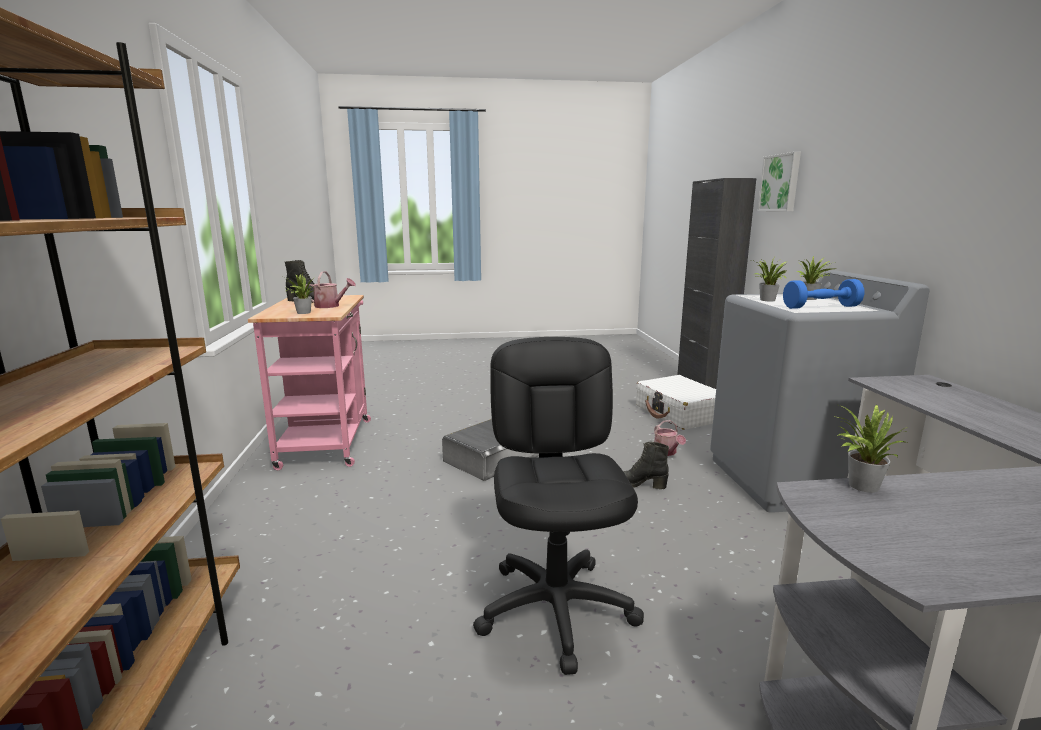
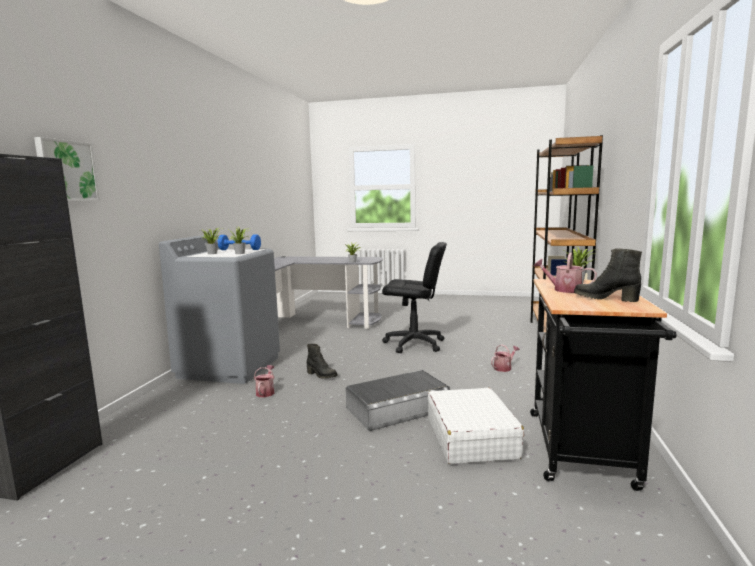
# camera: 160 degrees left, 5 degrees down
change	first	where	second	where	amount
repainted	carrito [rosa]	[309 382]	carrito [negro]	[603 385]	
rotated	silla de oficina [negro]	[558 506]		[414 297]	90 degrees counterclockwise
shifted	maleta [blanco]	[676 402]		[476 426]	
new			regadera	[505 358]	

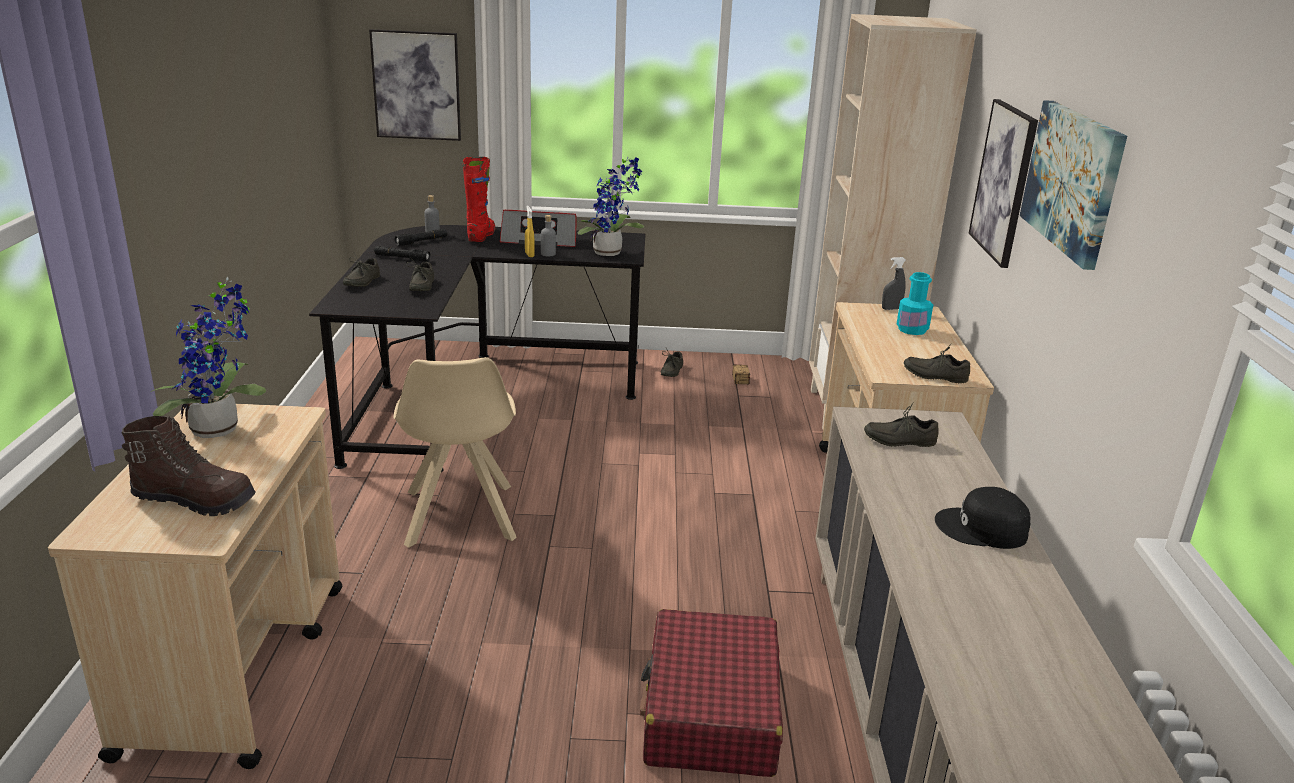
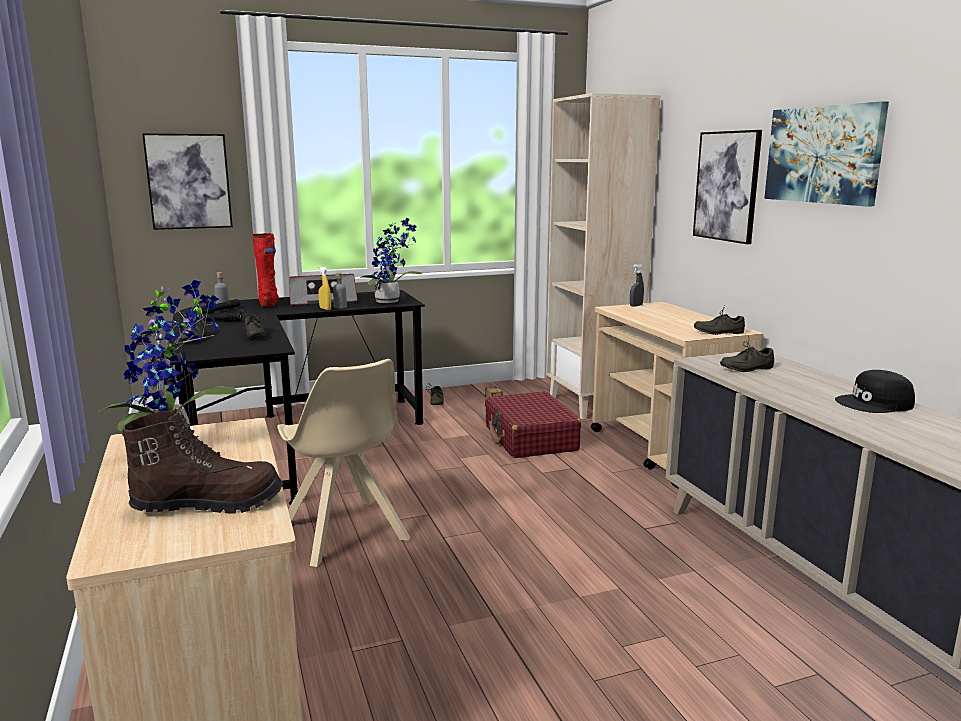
# camera: 20 degrees left, 10 degrees down
change	first	where	second	where	amount
gone	botella [turquesa]	[915 303]			
shifted	maleta [rojo]	[711 693]		[533 424]	

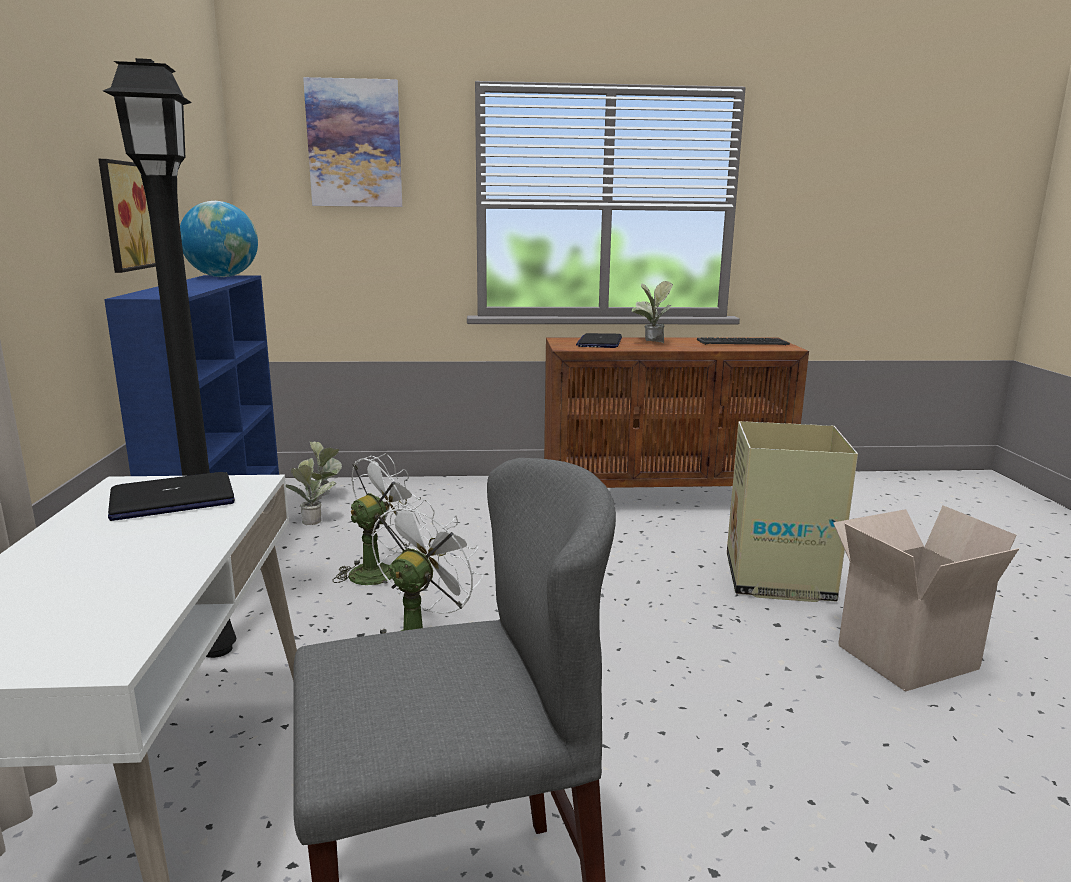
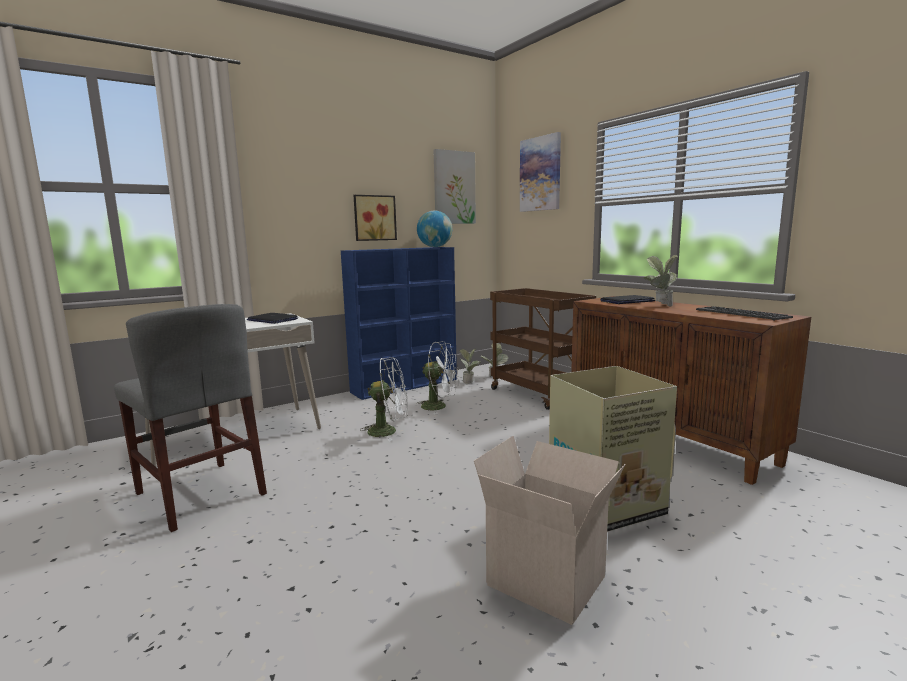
# camera: 60 degrees right, 5 degrees down
change	first	where	second	where	amount
gone	lámpara de pie [negro]	[169 358]			
new			cuadro	[455 186]	
new			carrito [marrón]	[543 349]	

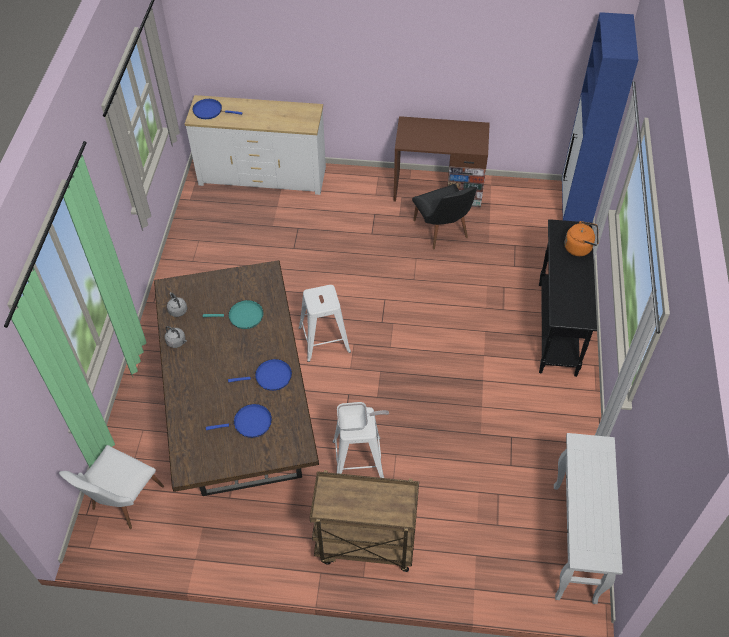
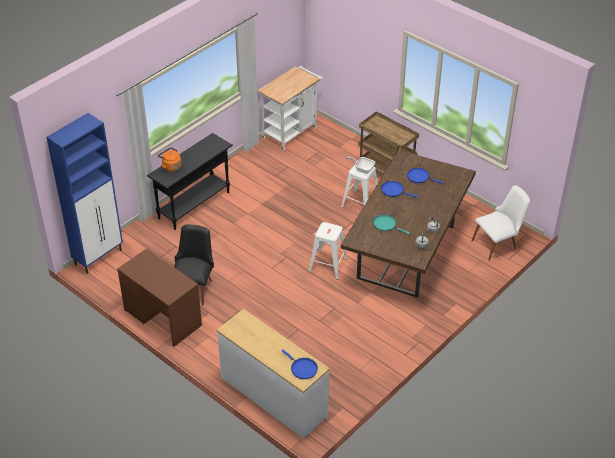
# camera: 145 degrees left, 10 degrees down
change	first	where	second	where	amount
swapped	mesa consola [blanco]	[588 518]	carrito [blanco]	[291 108]	

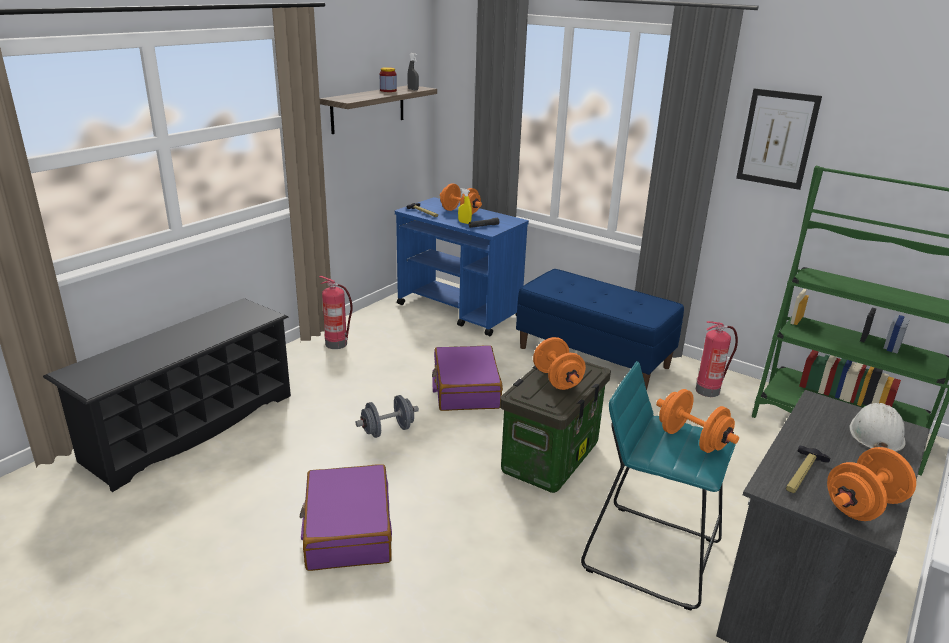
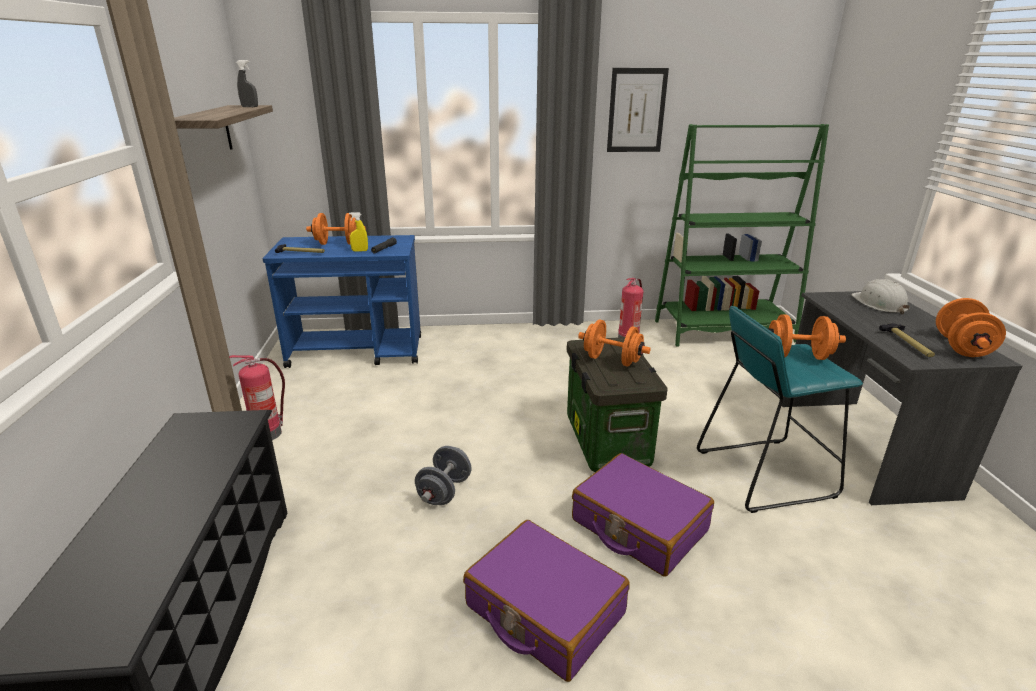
# camera: 40 degrees left, 0 degrees up
change	first	where	second	where	amount
gone	tarro	[388 79]			
gone	banco [azul]	[600 330]			
shifted	maleta [morado]	[467 378]		[643 515]	

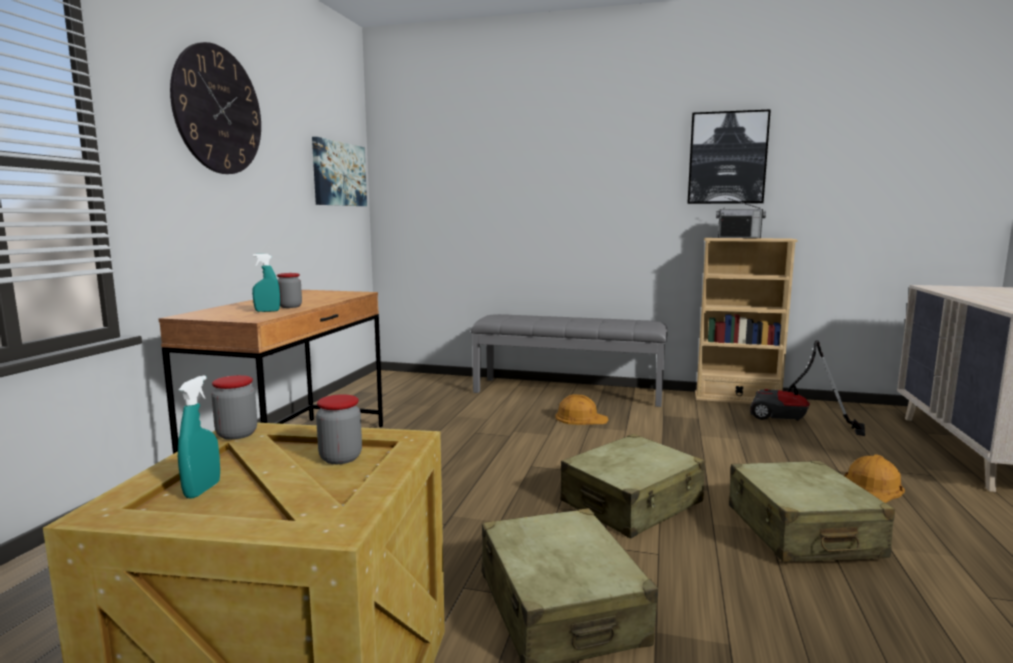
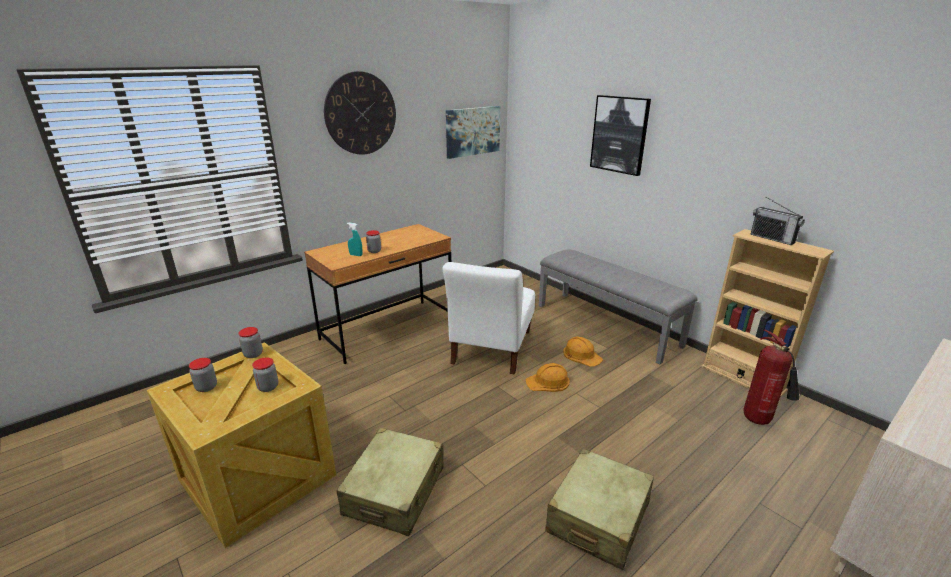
# camera: 35 degrees right, 15 degrees up
change	first	where	second	where	amount
shifted	cuadro	[729 156]		[620 135]	
swapped	aspiradora	[807 388]	extintor	[771 377]	
swapped	pulverizador [turquesa]	[199 437]	tarro	[203 375]	
gone	maleta [beis]	[632 486]			
shifted	casco [naranja]	[874 478]		[548 377]	
new			silla [blanco]	[488 318]	

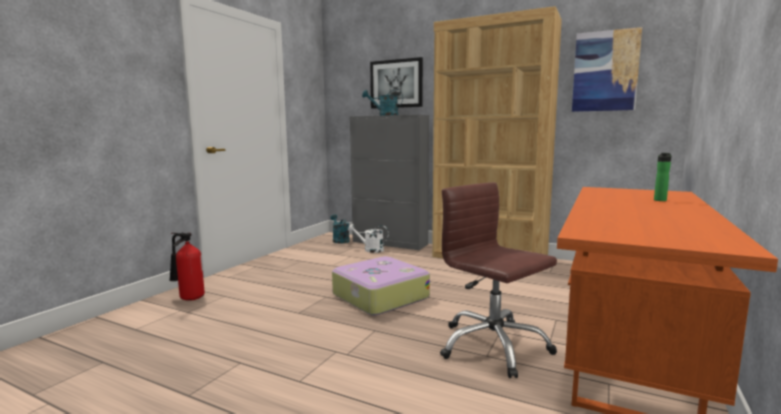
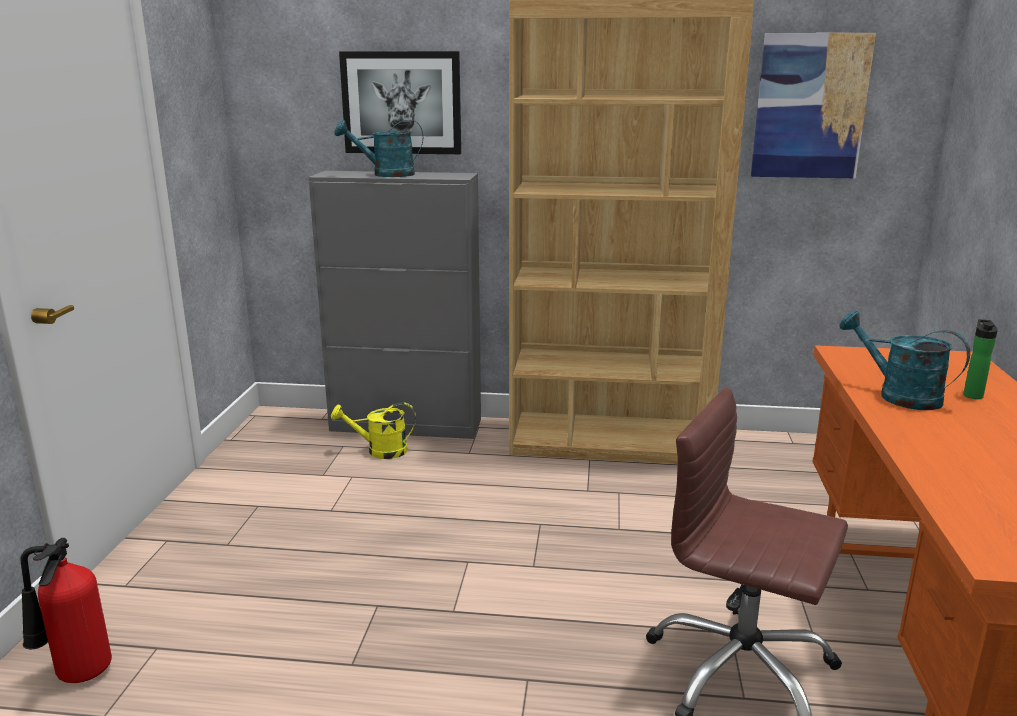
# camera: 20 degrees left, 10 degrees up
change	first	where	second	where	amount
shifted	regadera [turquesa]	[340 228]		[904 360]	
repainted	regadera [blanco]	[368 238]	regadera [amarillo]	[373 430]	
gone	maleta	[381 285]			

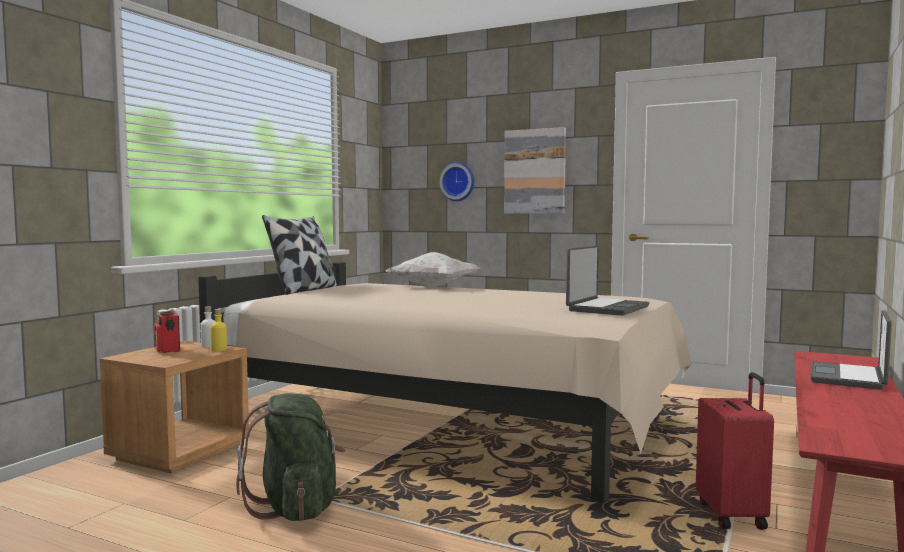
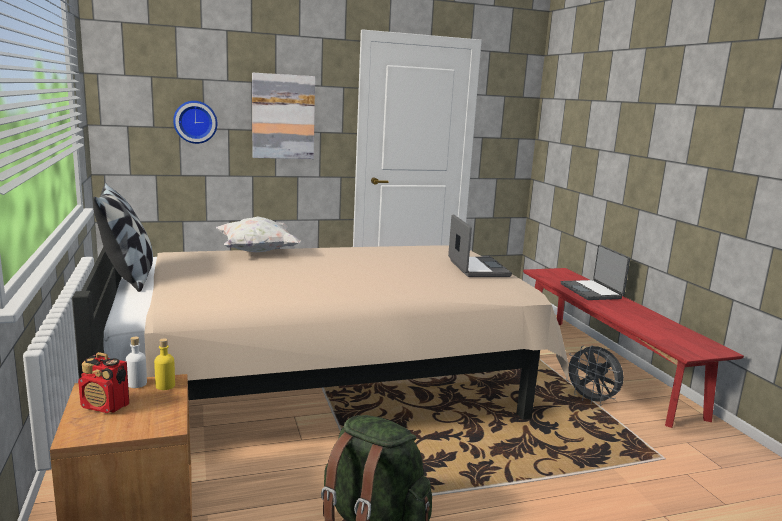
# camera: 45 degrees left, 10 degrees up
change	first	where	second	where	amount
swapped	maleta [rojo]	[735 451]	ventilador [gris]	[595 375]	

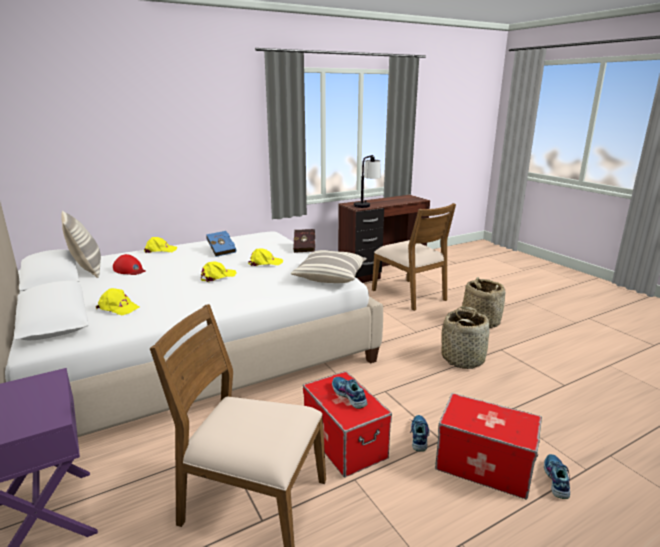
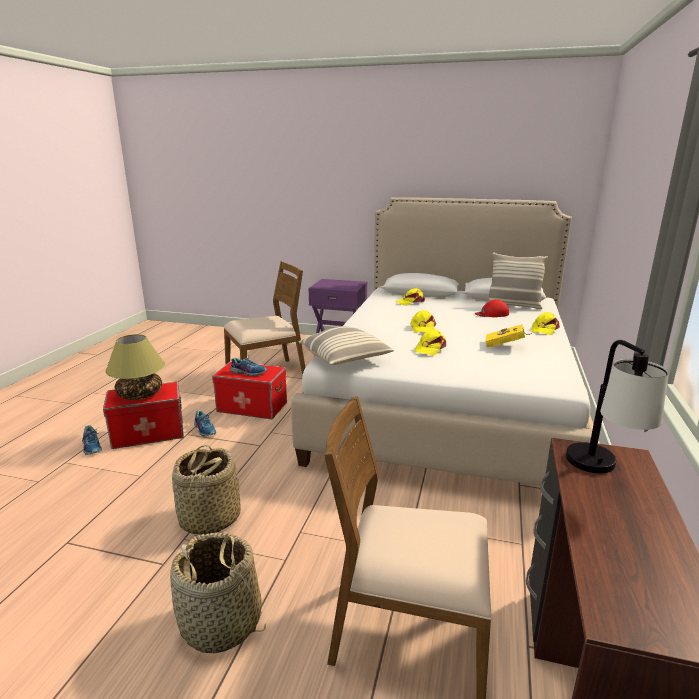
# camera: 135 degrees right, 0 degrees up
change	first	where	second	where	amount
gone	libro [rojo]	[304 241]			
repainted	libro [azul]	[221 244]	libro [amarillo]	[508 336]	
new			lámpara de mesa	[135 367]	

